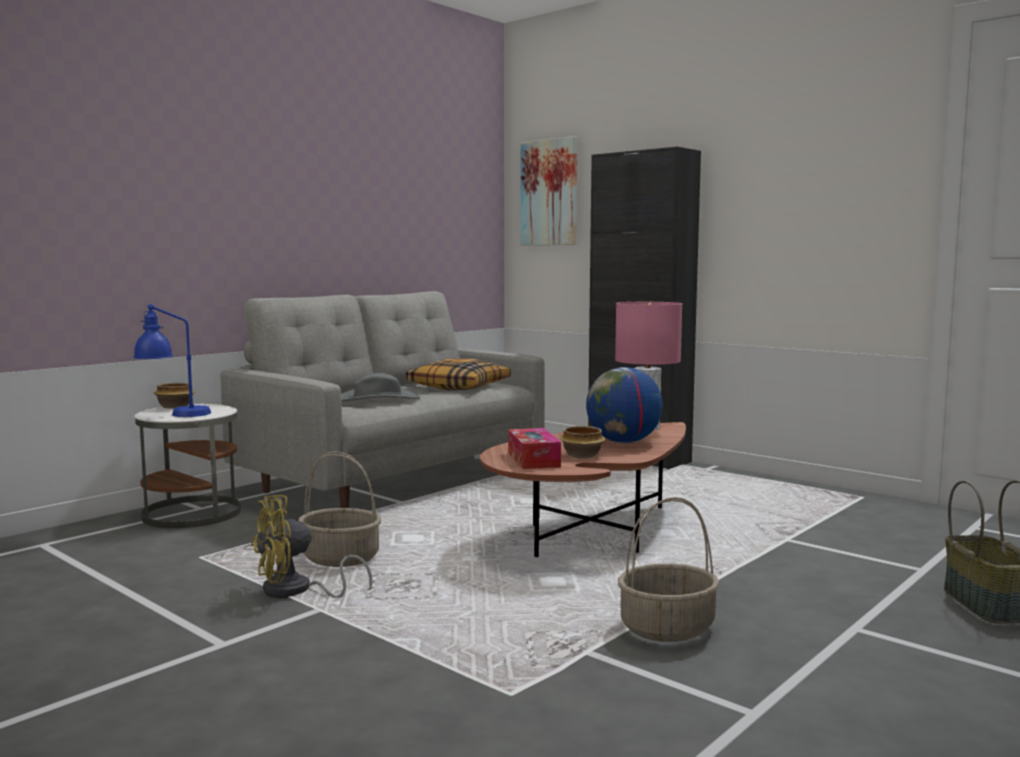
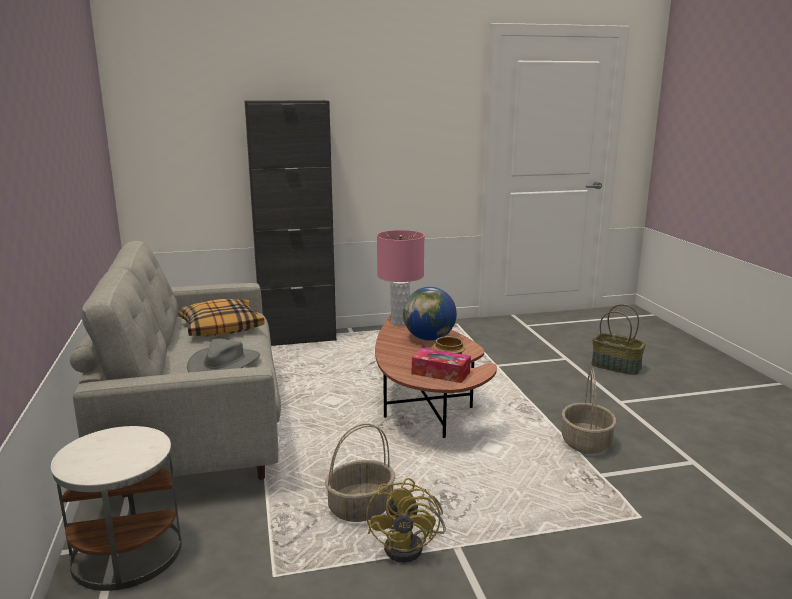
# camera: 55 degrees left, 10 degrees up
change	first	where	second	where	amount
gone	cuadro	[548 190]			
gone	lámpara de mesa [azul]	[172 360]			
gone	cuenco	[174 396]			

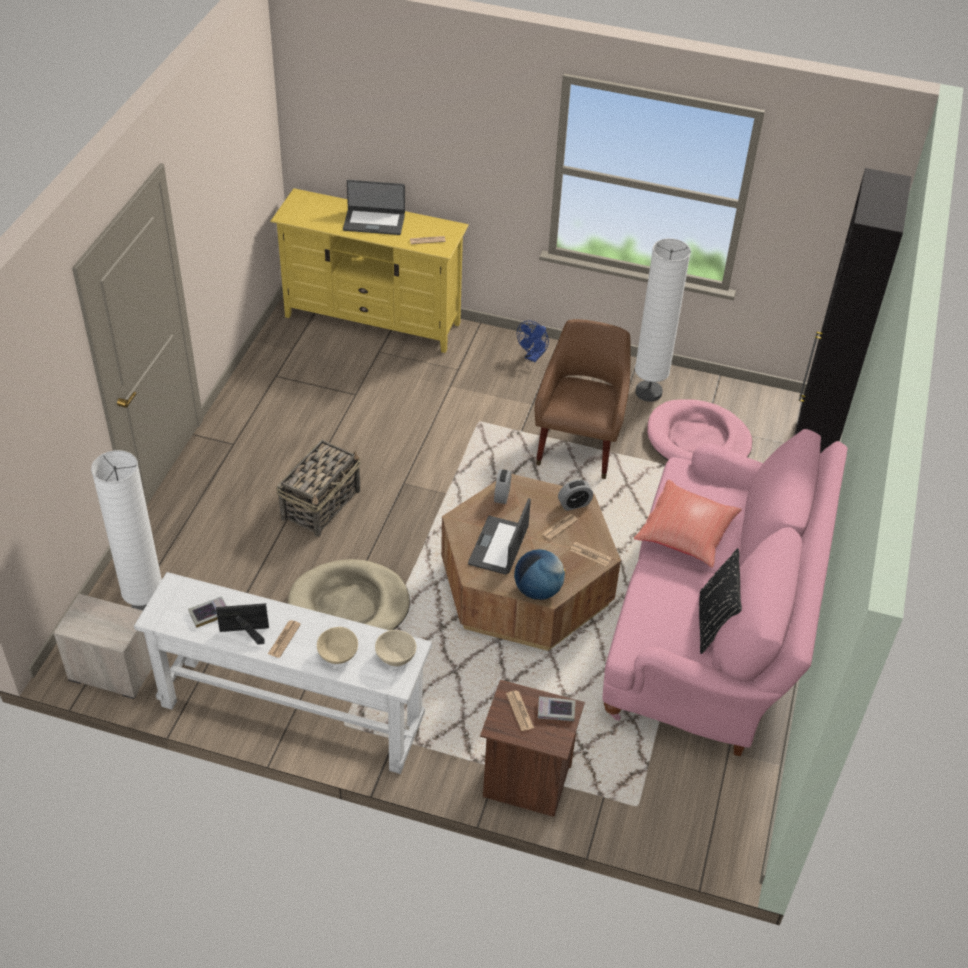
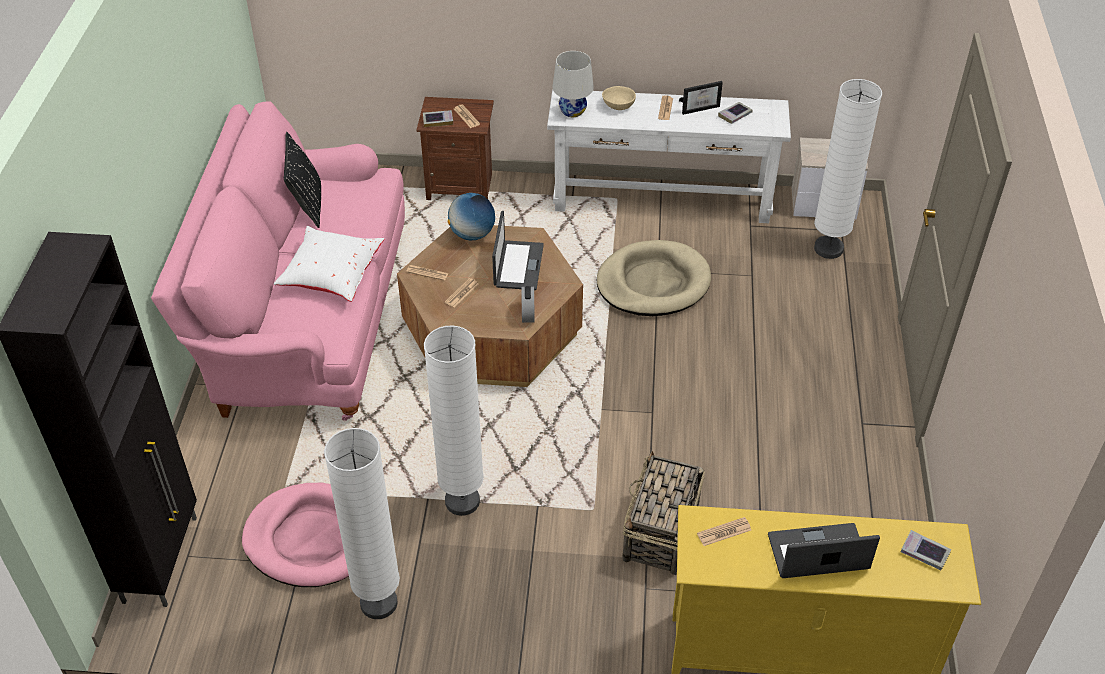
# camera: 170 degrees right, 0 degrees up
change	first	where	second	where	amount
swapped	sillón [marrón]	[583 399]	lámpara de pie [blanco]	[454 421]	
gone	ventilador [azul]	[533 341]			
shifted	cesta	[318 488]		[663 513]	
gone	despertador	[575 495]			
repainted	cojín [rojo]	[688 524]	cojín [blanco]	[329 264]	
swapped	cuenco [beis]	[396 648]	lámpara de mesa [blanco]	[573 84]	
new			libro	[926 550]	

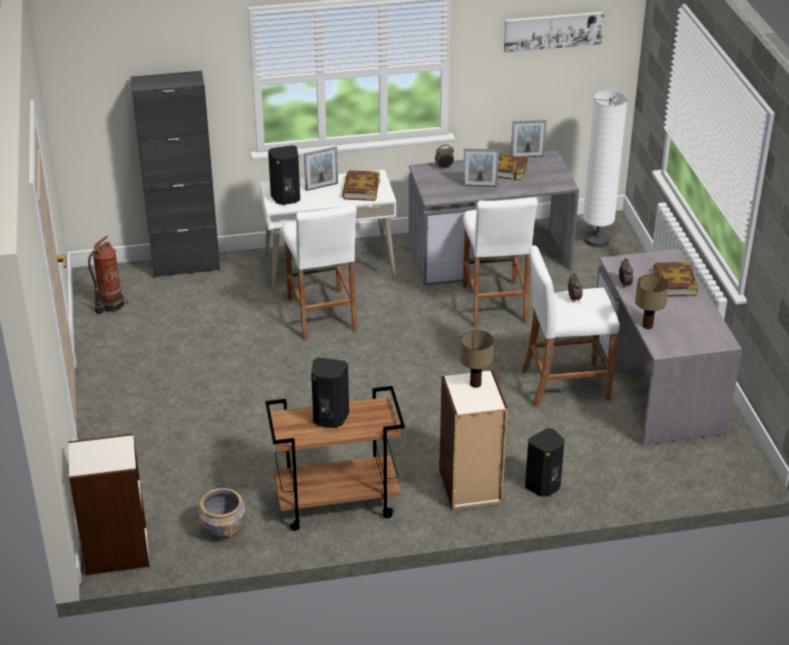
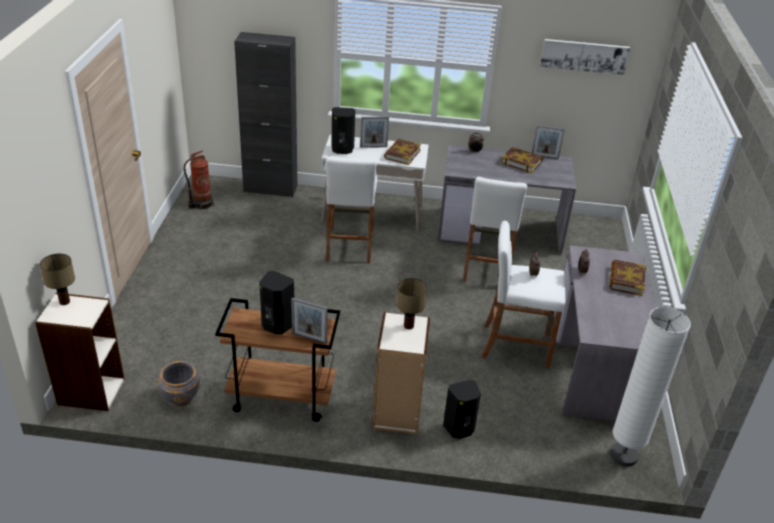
# camera: 15 degrees right, 0 degrees up
change	first	where	second	where	amount
shifted	lámpara de pie [blanco]	[605 168]		[650 387]	
shifted	portarretratos	[481 167]		[309 321]	
shifted	lámpara de mesa	[652 301]		[57 279]	

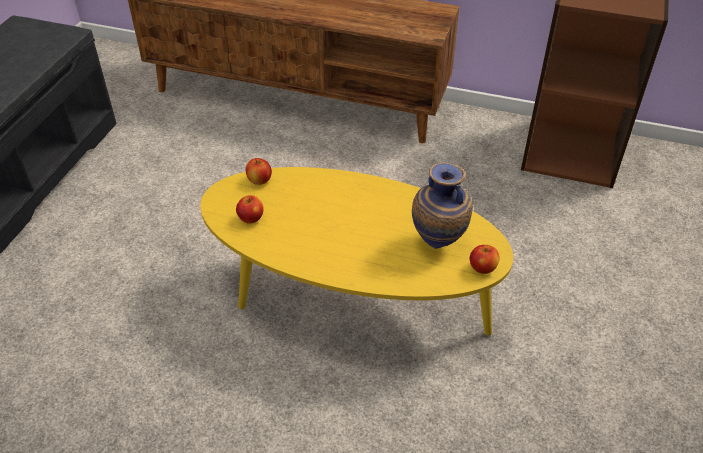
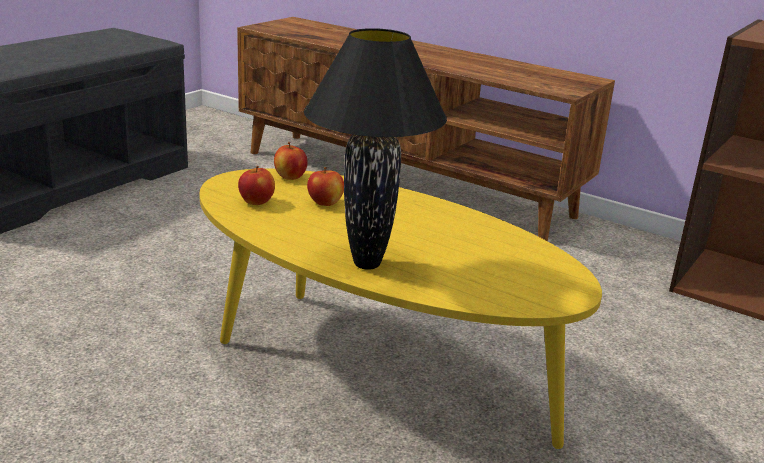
# camera: 15 degrees right, 20 degrees down
change	first	where	second	where	amount
gone	florero	[442 205]			
shifted	manzana	[485 259]		[325 186]	
new			lámpara de mesa [negro]	[375 149]	

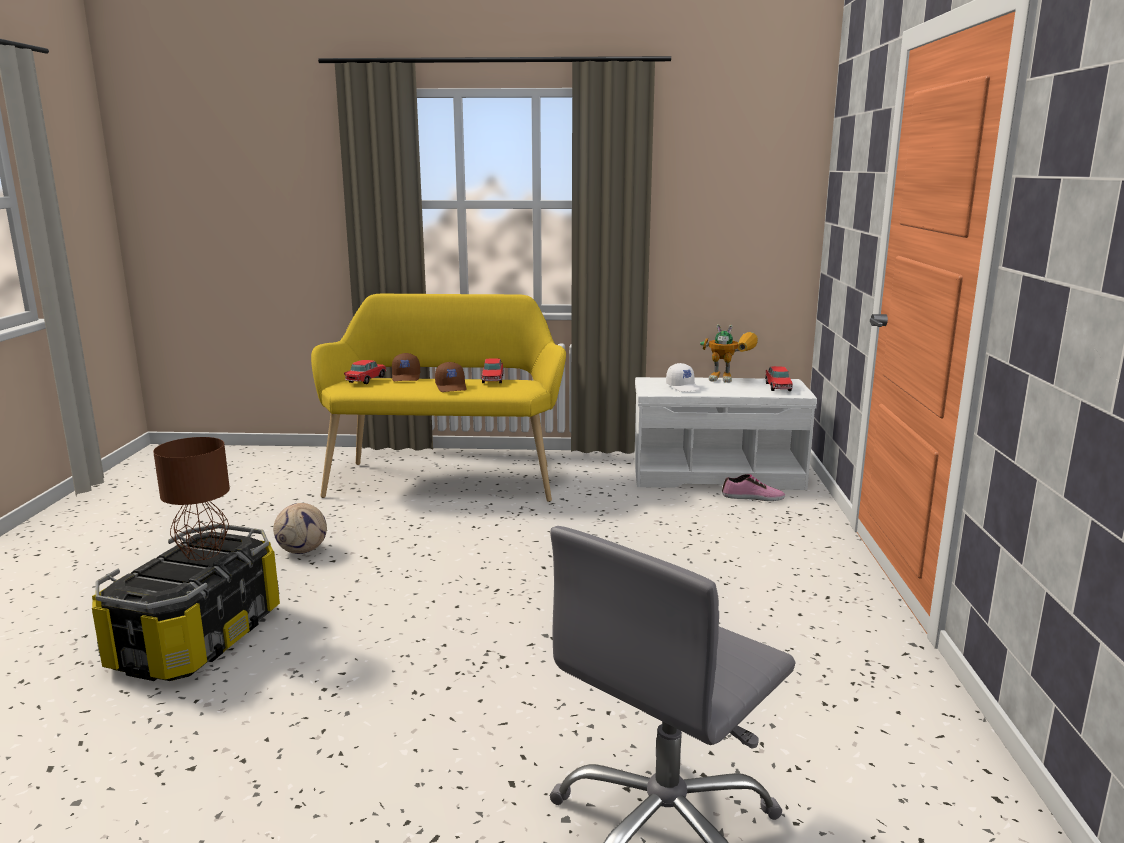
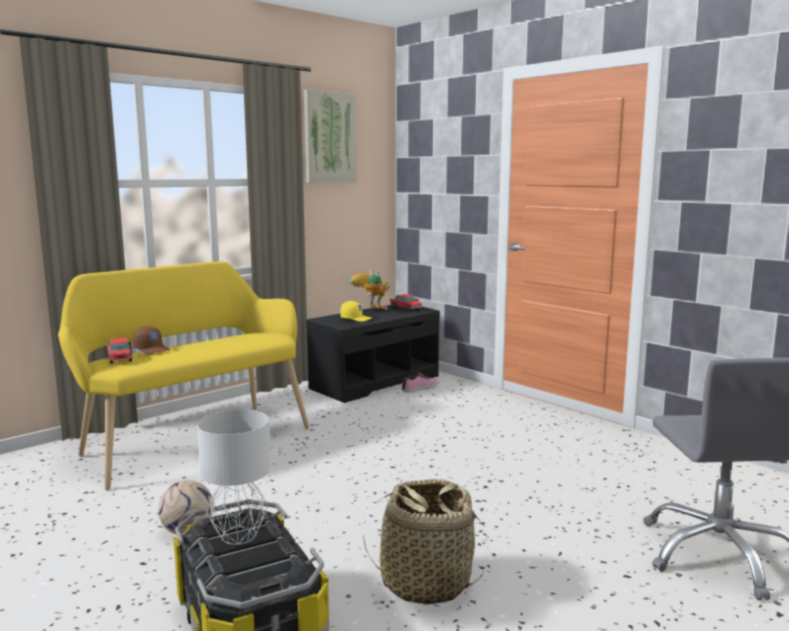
# camera: 45 degrees left, 5 degrees down
change	first	where	second	where	amount
rotated	robot de juguete	[729 353]		[369 289]	120 degrees counterclockwise
gone	coche de juguete	[492 370]			
gone	gorra [marrón]	[451 377]			
repainted	gorra [blanco]	[683 377]	gorra [amarillo]	[356 311]	
repainted	banco [blanco]	[725 433]	banco [negro]	[373 354]	
repainted	lámpara de mesa [marrón]	[191 499]	lámpara de mesa [gris]	[234 477]	
new			cuadro	[330 136]	
new			cesta	[424 542]	

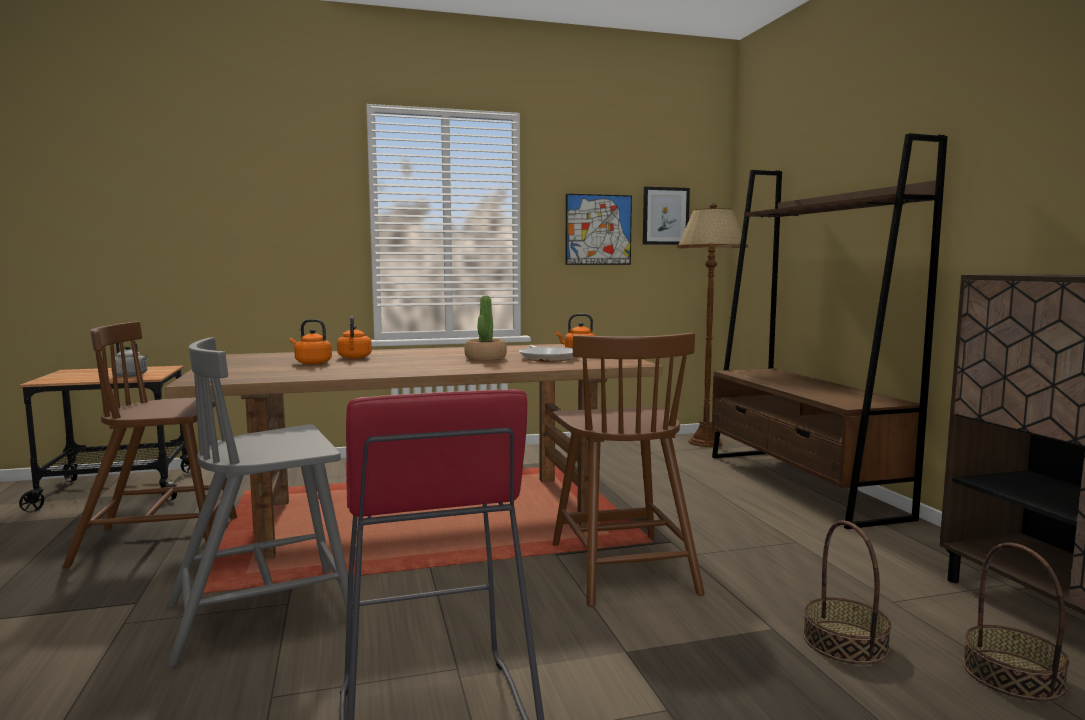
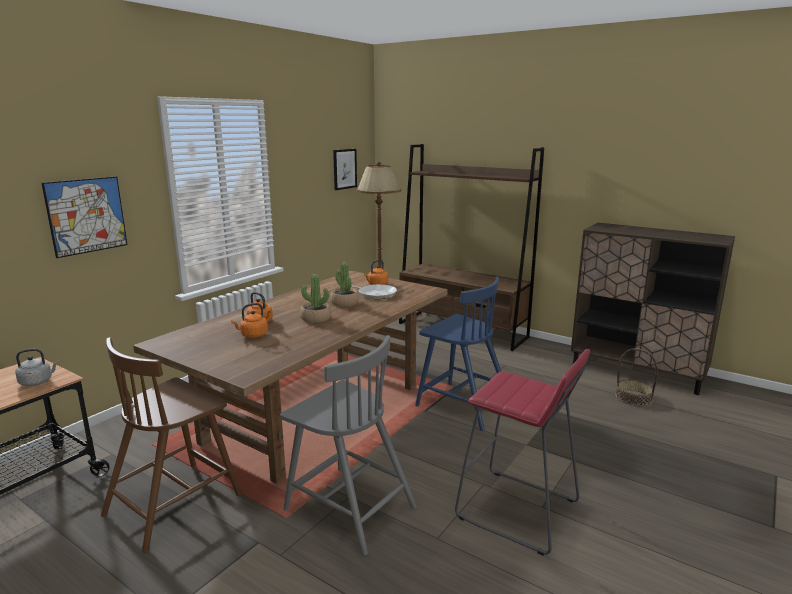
# camera: 40 degrees left, 10 degrees up
change	first	where	second	where	amount
shifted	cuadro	[598 229]		[84 217]	
repainted	silla [marrón]	[628 470]	silla [azul]	[458 353]	
rotated	silla [gris]	[260 502]		[348 445]	75 degrees counterclockwise
gone	cesta	[847 592]			
new			planta en maceta	[315 298]	

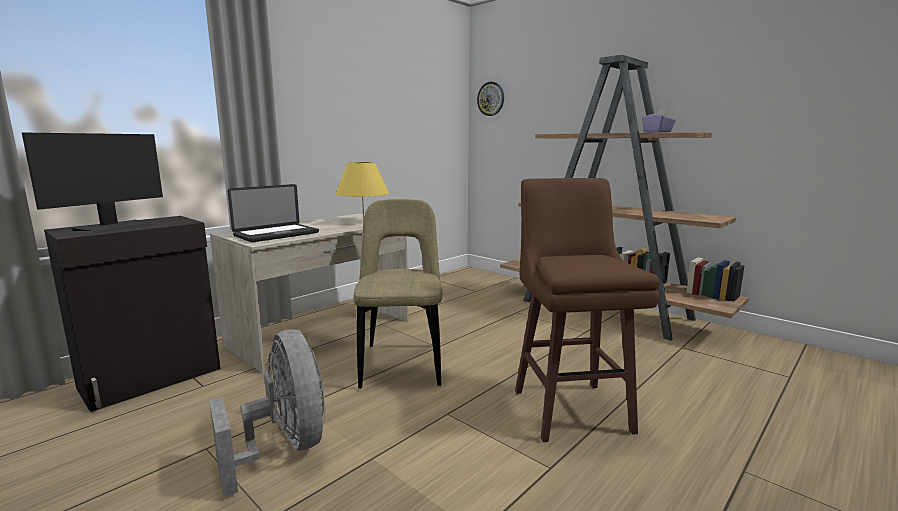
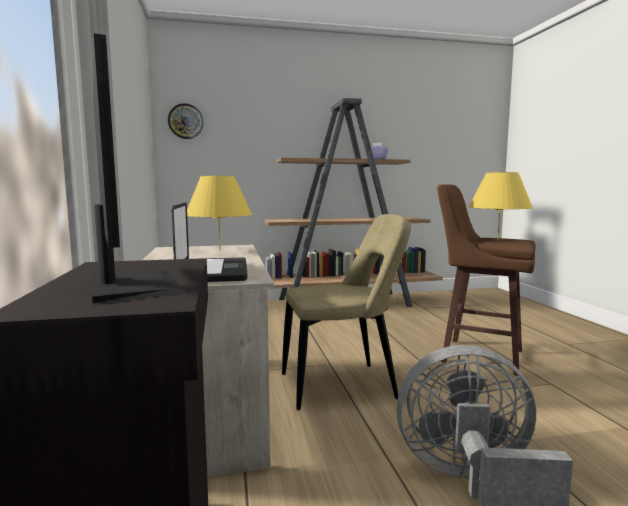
# camera: 55 degrees left, 5 degrees down
change	first	where	second	where	amount
rotated	silla [beis]	[397 294]		[346 312]	135 degrees clockwise
new			lámpara de mesa [amarillo]	[501 206]	

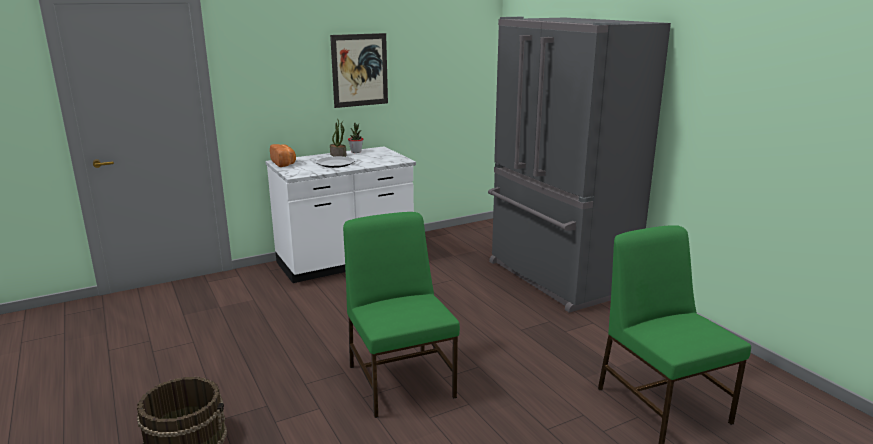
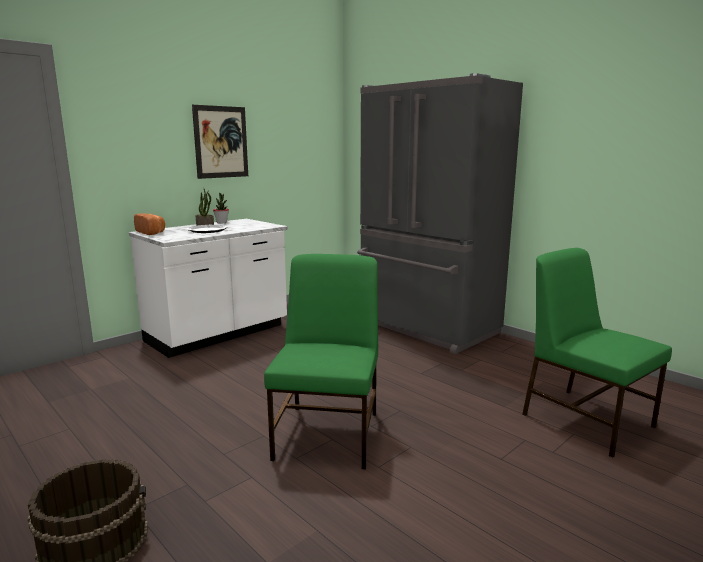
# camera: 15 degrees left, 5 degrees down
change	first	where	second	where	amount
rotated	silla [verde]	[401 315]		[321 361]	45 degrees clockwise

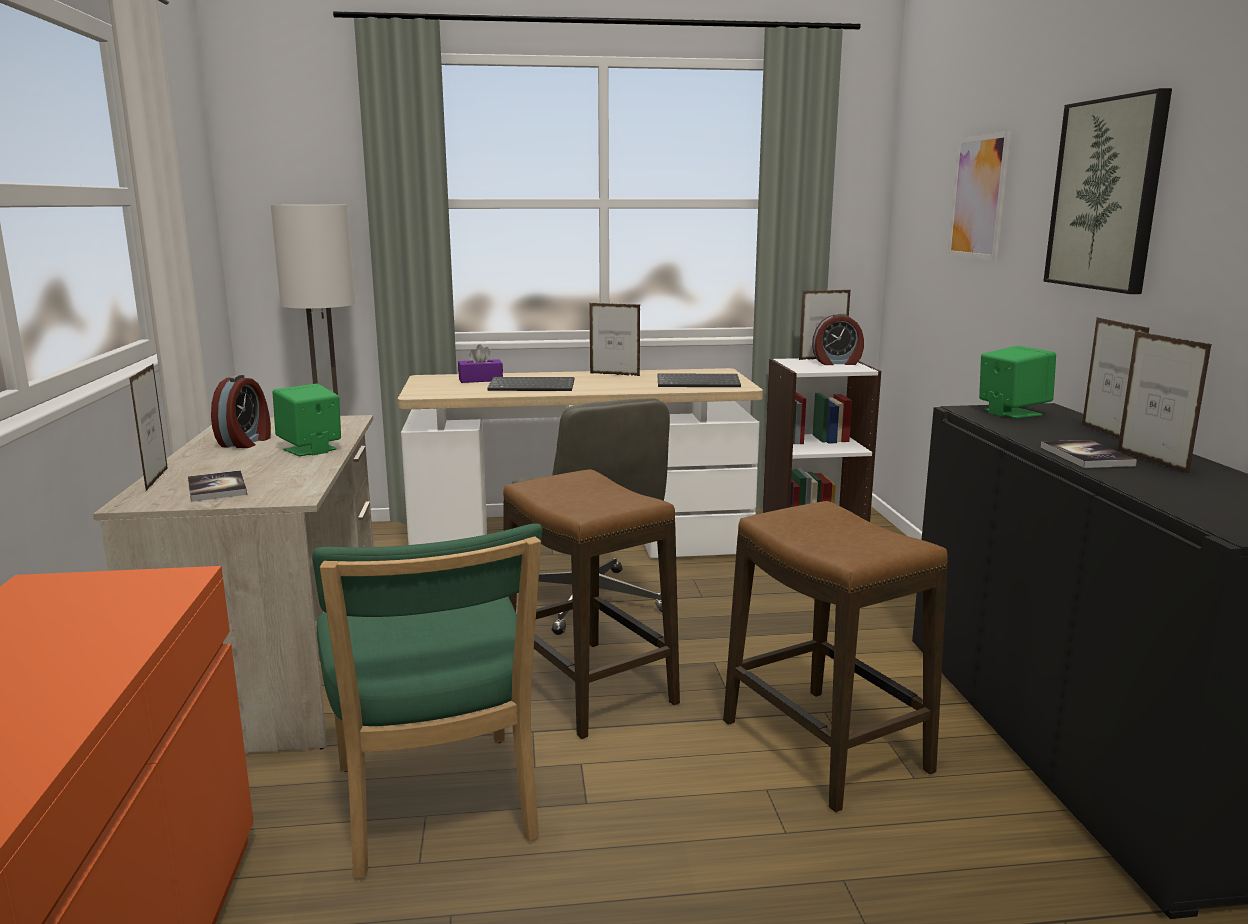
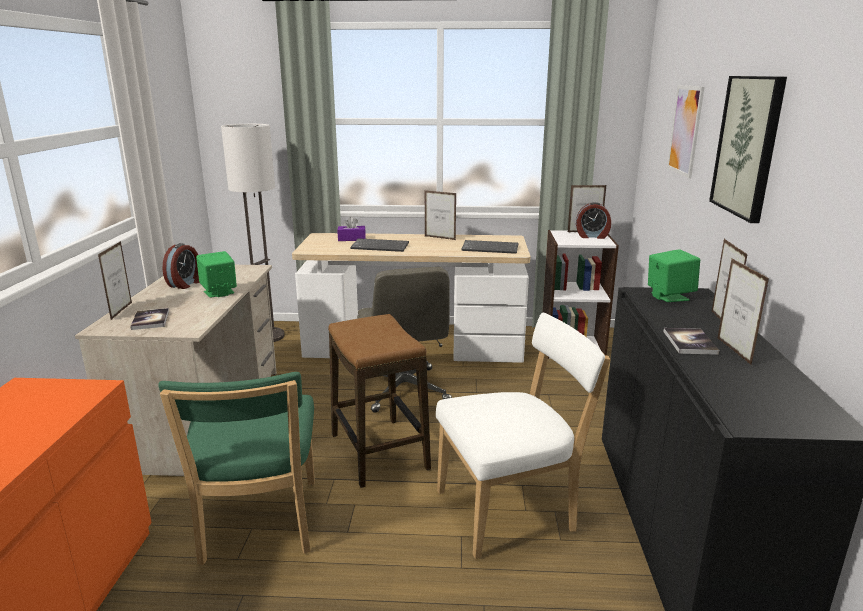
# camera: 10 degrees right, 5 degrees up
change	first	where	second	where	amount
swapped	taburete	[835 656]	silla [blanco]	[523 436]	

